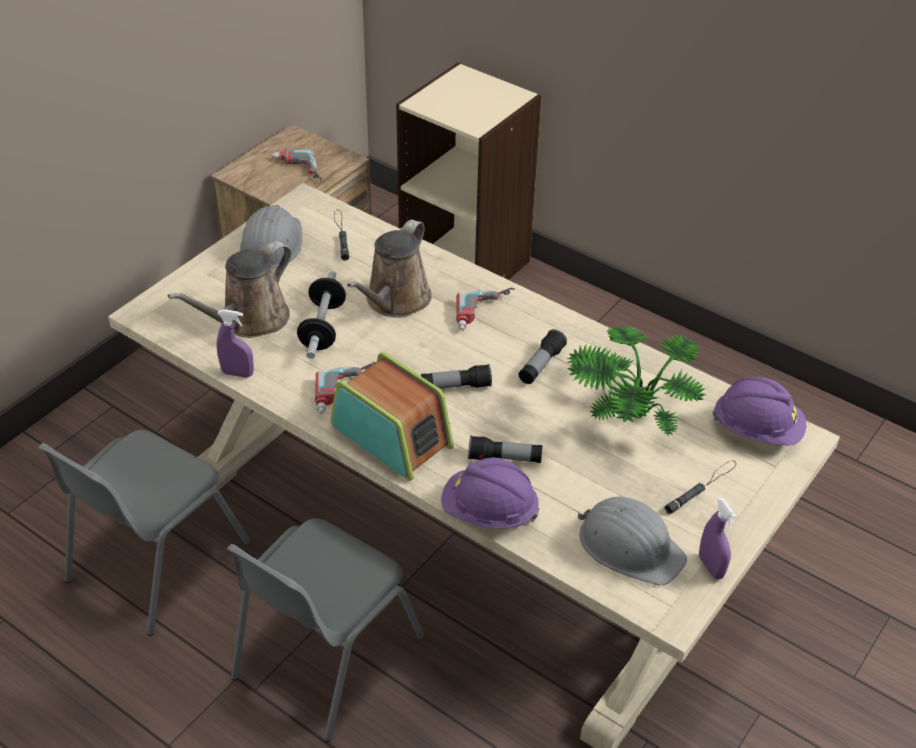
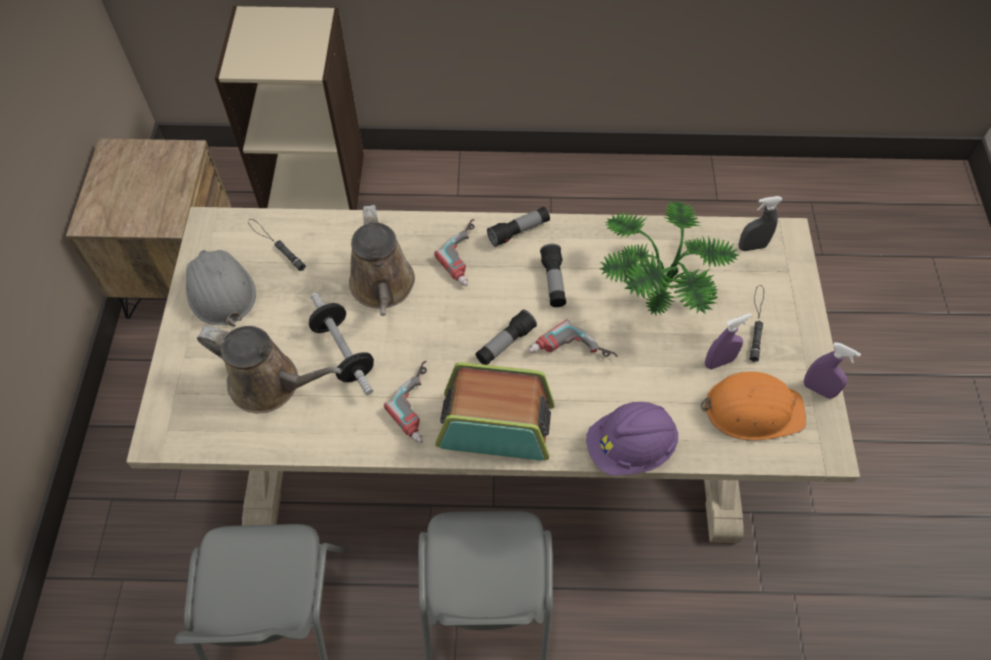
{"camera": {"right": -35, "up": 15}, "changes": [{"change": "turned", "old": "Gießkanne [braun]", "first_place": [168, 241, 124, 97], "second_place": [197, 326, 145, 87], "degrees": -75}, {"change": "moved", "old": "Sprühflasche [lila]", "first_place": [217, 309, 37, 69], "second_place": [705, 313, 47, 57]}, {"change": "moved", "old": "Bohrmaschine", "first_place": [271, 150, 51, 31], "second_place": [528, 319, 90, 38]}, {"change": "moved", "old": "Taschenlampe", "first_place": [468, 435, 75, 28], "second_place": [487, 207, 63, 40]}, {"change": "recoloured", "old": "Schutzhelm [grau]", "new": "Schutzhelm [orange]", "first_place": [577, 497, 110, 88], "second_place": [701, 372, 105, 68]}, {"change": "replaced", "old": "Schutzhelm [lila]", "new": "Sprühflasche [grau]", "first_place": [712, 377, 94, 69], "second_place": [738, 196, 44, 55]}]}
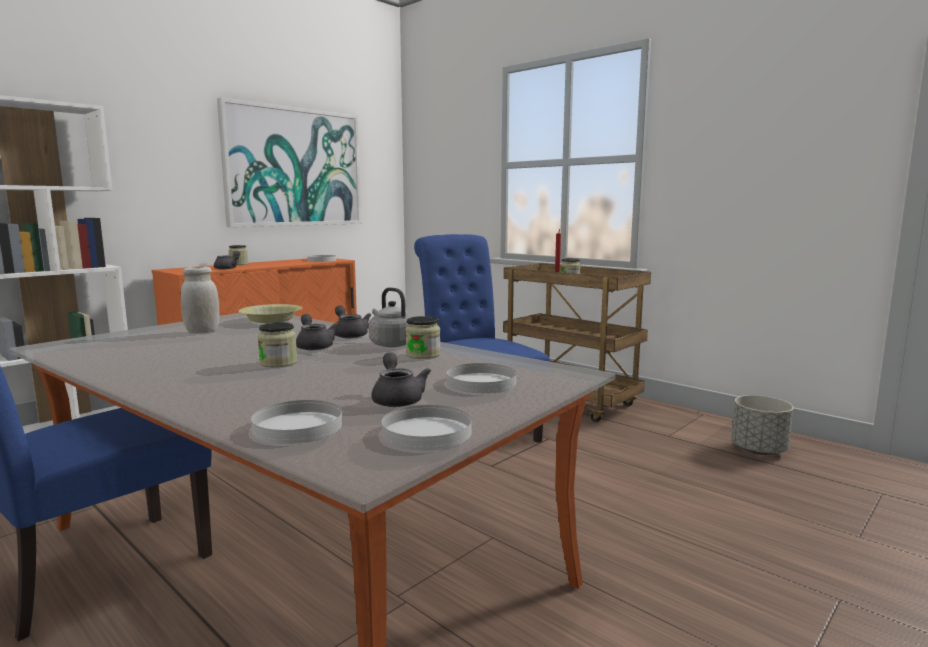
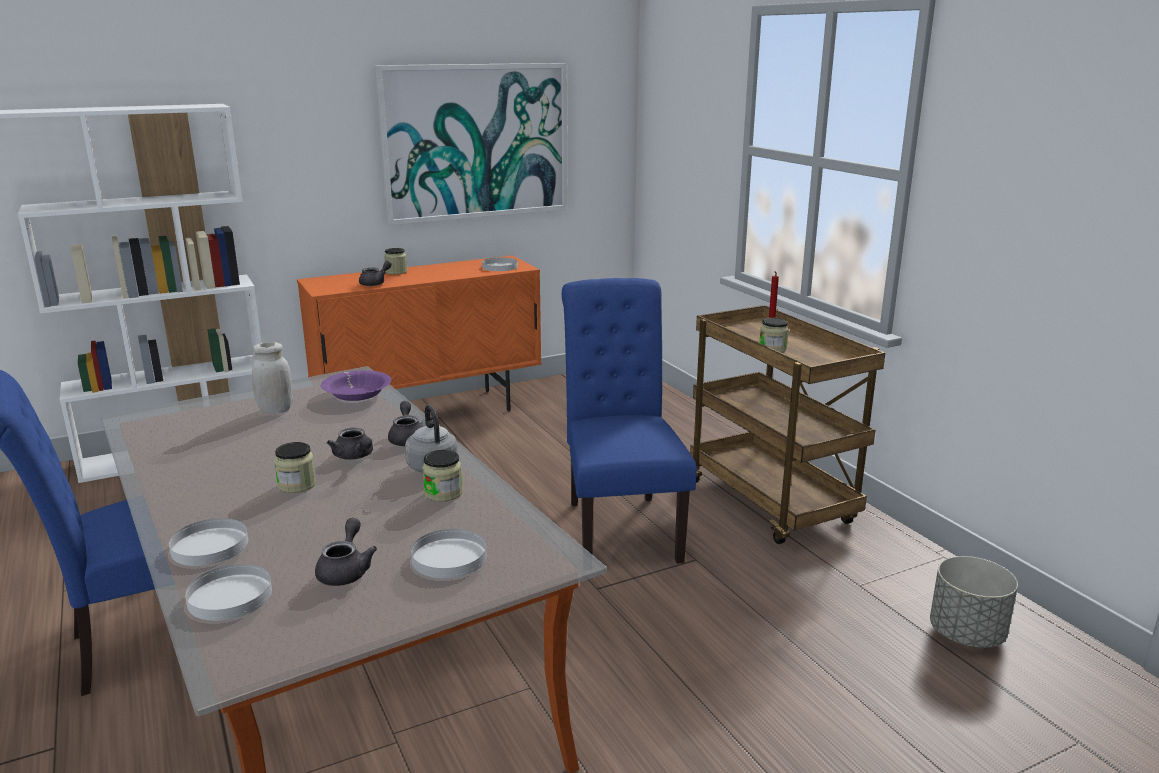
{"camera": {"right": 20, "up": 10}, "changes": [{"change": "recoloured", "old": "Schüssel [gelb]", "new": "Schüssel [lila]", "first_place": [238, 304, 64, 19], "second_place": [321, 370, 70, 31]}, {"change": "turned", "old": "Teekanne [grau]", "first_place": [296, 314, 42, 36], "second_place": [327, 428, 46, 32], "degrees": 150}, {"change": "moved", "old": "Teller [weiß]", "first_place": [381, 405, 91, 46], "second_place": [169, 518, 79, 48]}]}
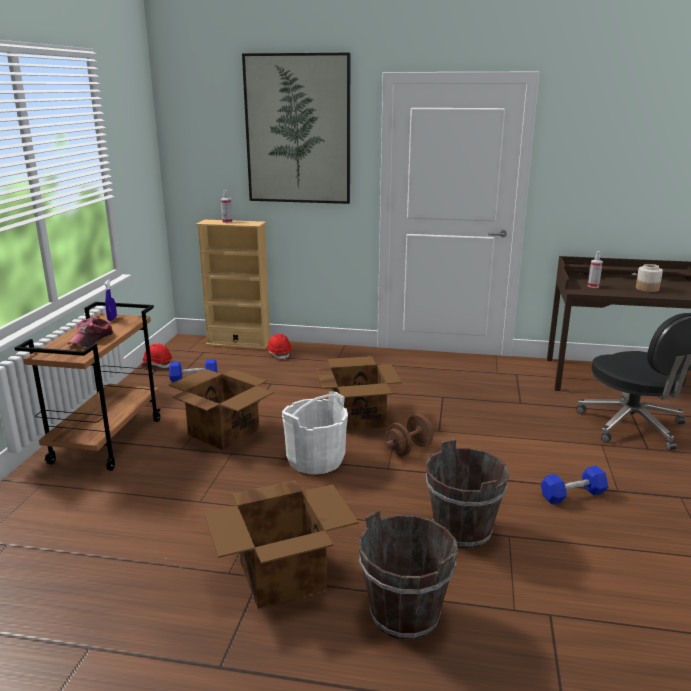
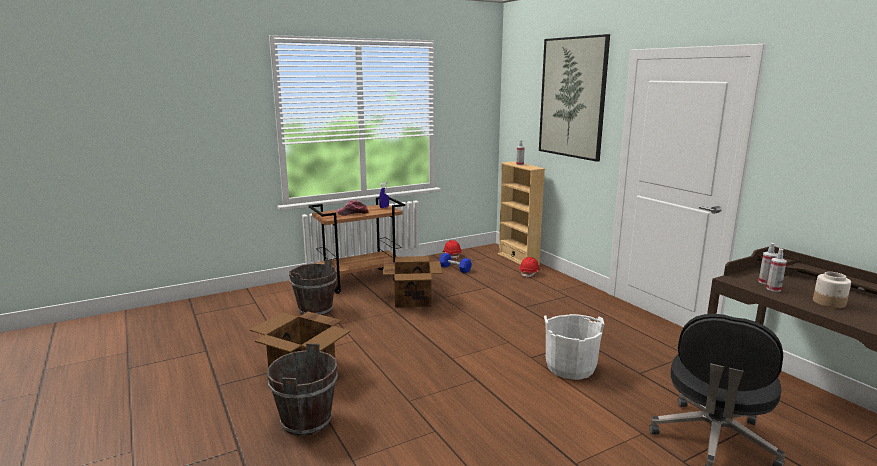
{"camera": {"right": 50, "up": -5}, "changes": [{"change": "moved", "old": "Eimer [weiß]", "first_place": [282, 391, 66, 84], "second_place": [544, 314, 60, 66]}, {"change": "removed", "old": "Karton", "first_place": [316, 356, 86, 74]}, {"change": "removed", "old": "Hantel [braun]", "first_place": [385, 414, 49, 42]}, {"change": "moved", "old": "Eimer [braun]", "first_place": [426, 440, 84, 109], "second_place": [289, 259, 48, 56]}, {"change": "removed", "old": "Hantel [blau]", "first_place": [541, 466, 67, 38]}, {"change": "added", "new": "Sprühflasche", "second_place": [766, 248, 21, 44]}]}
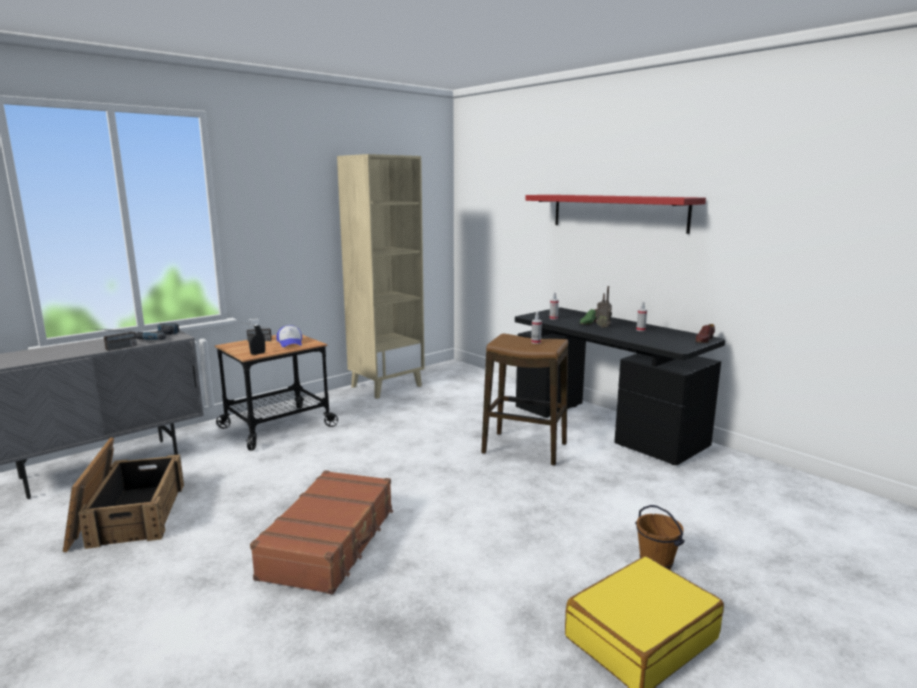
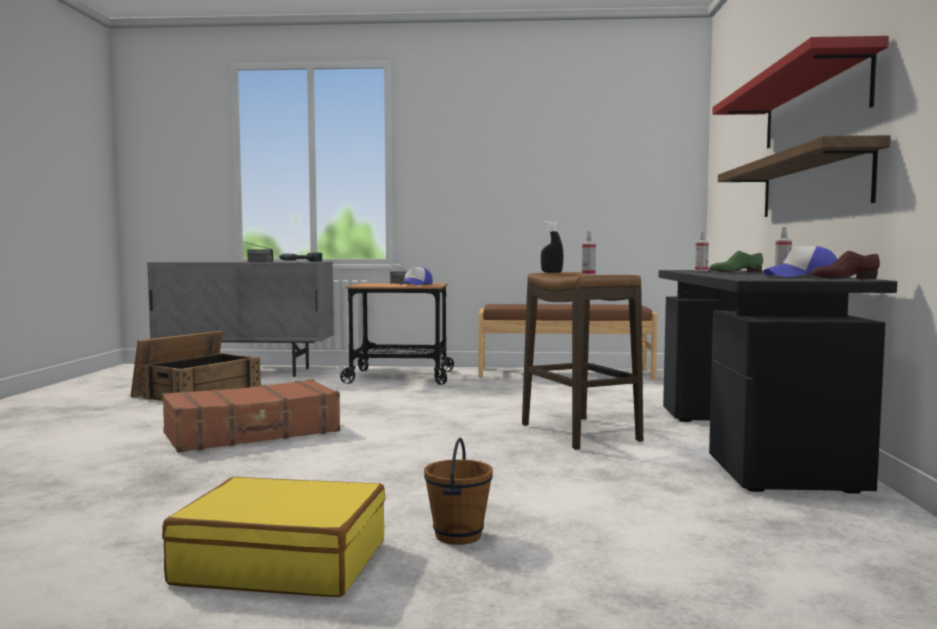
{"camera": {"right": 45, "up": -10}, "changes": [{"change": "moved", "old": "Sprühflasche [schwarz]", "first_place": [249, 318, 16, 37], "second_place": [541, 221, 22, 51]}, {"change": "replaced", "old": "Bücherregal [beige]", "new": "Bank [braun]", "first_place": [337, 154, 88, 245], "second_place": [478, 304, 180, 75]}, {"change": "removed", "old": "Radio", "first_place": [595, 286, 17, 42]}, {"change": "added", "new": "Wandregal", "second_place": [718, 135, 172, 82]}, {"change": "added", "new": "Kappe", "second_place": [764, 246, 73, 31]}]}
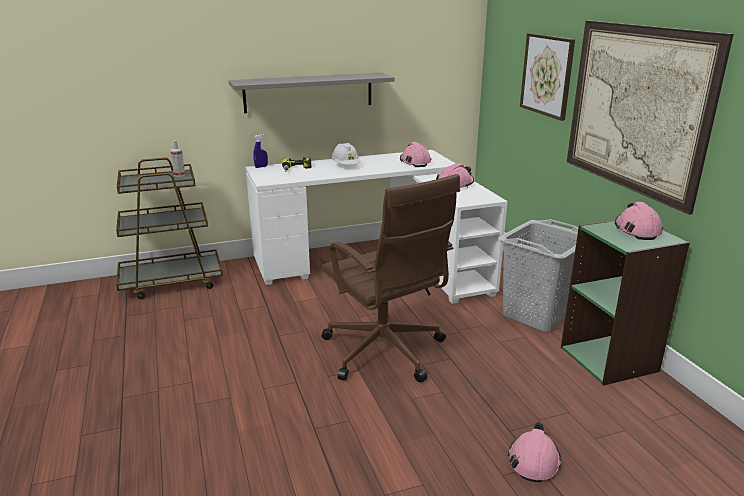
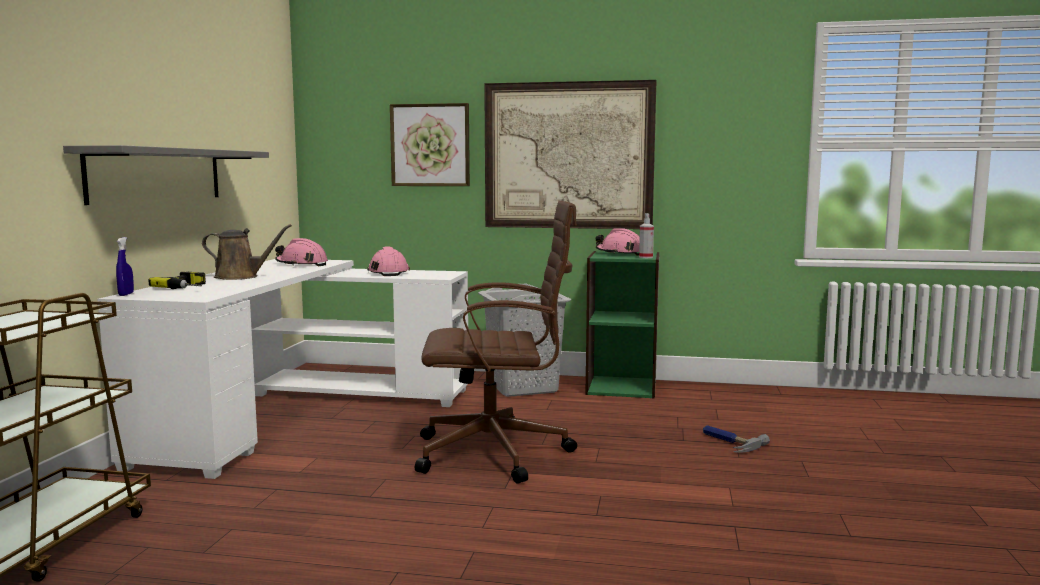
{"camera": {"right": -60, "up": -15}, "changes": [{"change": "moved", "old": "Sprühflasche", "first_place": [171, 140, 14, 37], "second_place": [639, 213, 15, 45]}, {"change": "replaced", "old": "Schutzhelm [weiß]", "new": "Gießkanne [braun]", "first_place": [331, 143, 29, 22], "second_place": [202, 224, 90, 56]}, {"change": "replaced", "old": "Schutzhelm [rosa]", "new": "Hammer", "first_place": [508, 422, 53, 60], "second_place": [703, 425, 67, 27]}]}
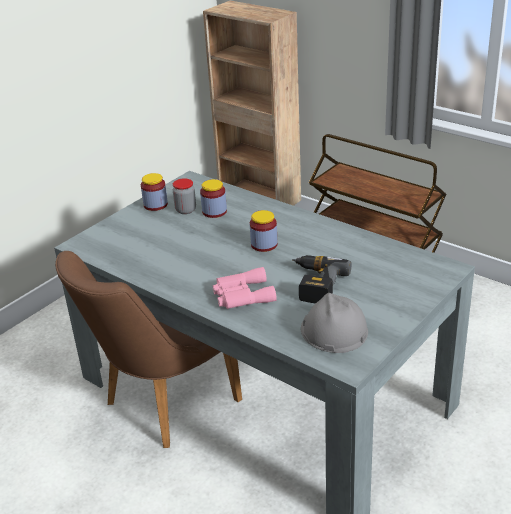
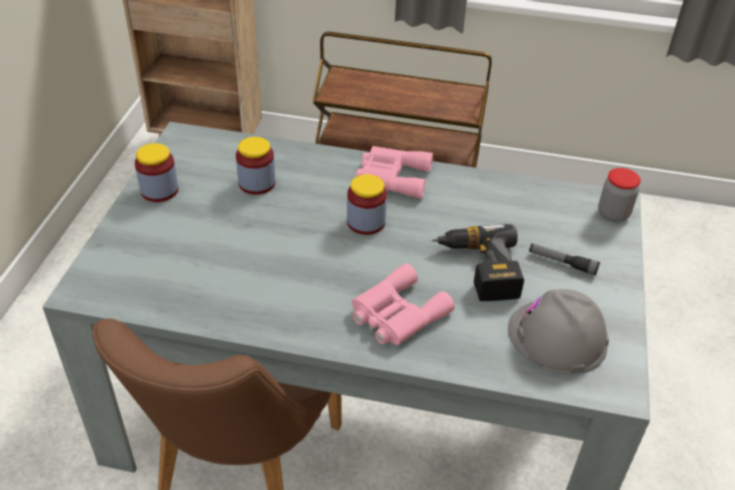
{"camera": {"right": -30, "up": 10}, "changes": [{"change": "moved", "old": "Vorratsglas", "first_place": [173, 178, 23, 36], "second_place": [598, 168, 43, 54]}, {"change": "added", "new": "Fernglas [rosa]", "second_place": [356, 146, 77, 52]}, {"change": "added", "new": "Taschenlampe", "second_place": [529, 244, 71, 32]}]}
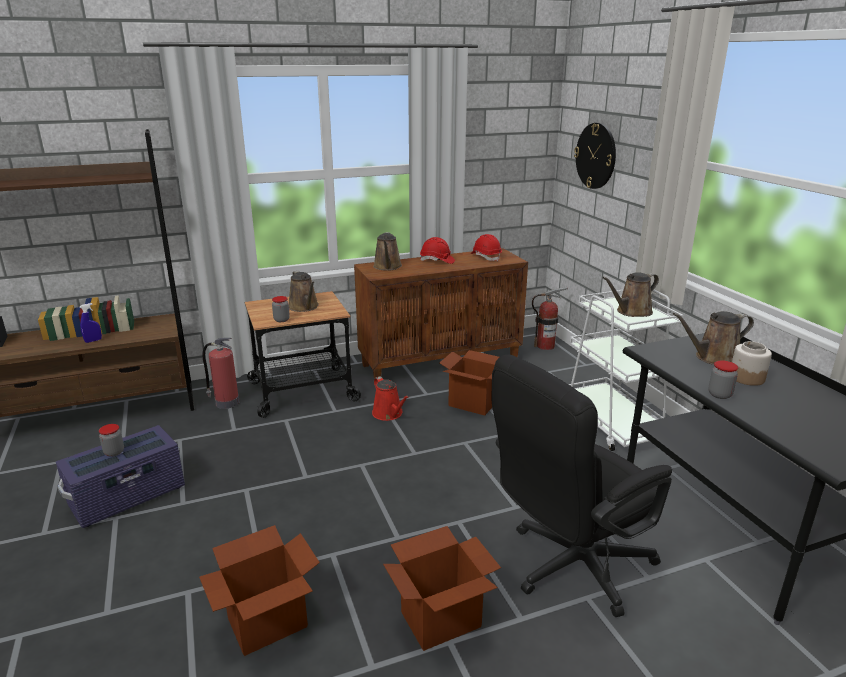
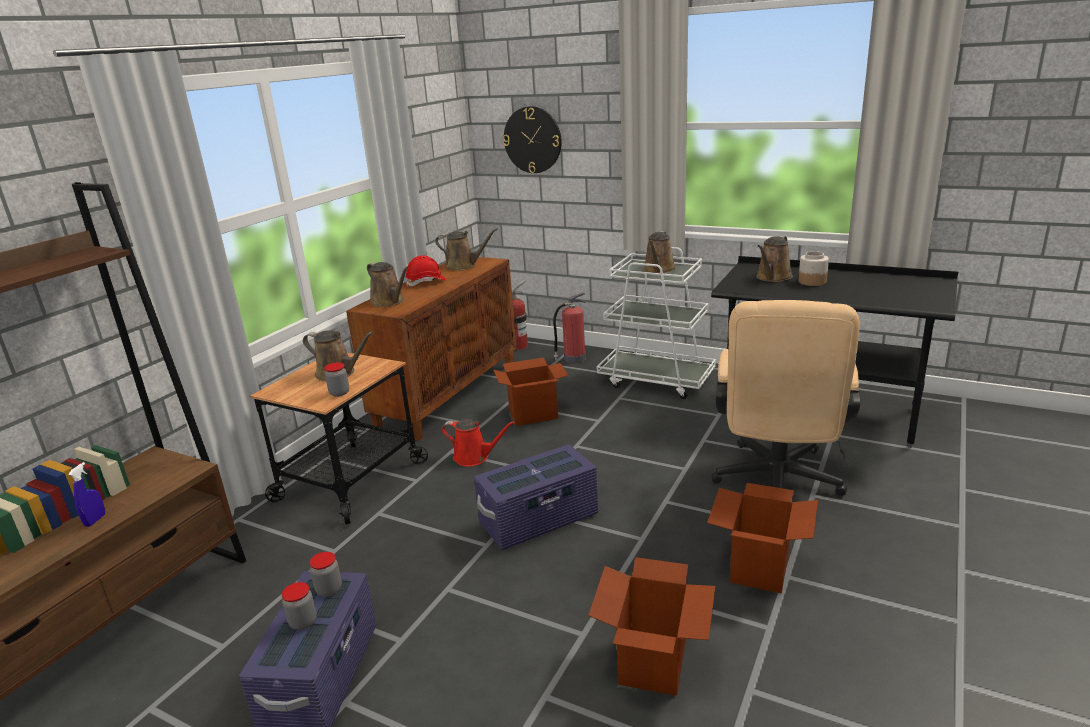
{"camera": {"right": -40, "up": 0}, "changes": [{"change": "moved", "old": "Feuerlöscher", "first_place": [203, 338, 37, 71], "second_place": [553, 292, 33, 71]}, {"change": "replaced", "old": "Schutzhelm [rot]", "new": "Gießkanne [braun]", "first_place": [470, 234, 32, 27], "second_place": [435, 228, 63, 43]}, {"change": "recoloured", "old": "Bürostuhl [schwarz]", "new": "Bürostuhl [beige]", "first_place": [492, 355, 180, 262], "second_place": [711, 300, 149, 196]}, {"change": "moved", "old": "Vorratsglas", "first_place": [709, 361, 29, 38], "second_place": [309, 552, 33, 45]}, {"change": "added", "new": "Aufbewahrungsbox [lila]", "second_place": [474, 444, 124, 106]}]}
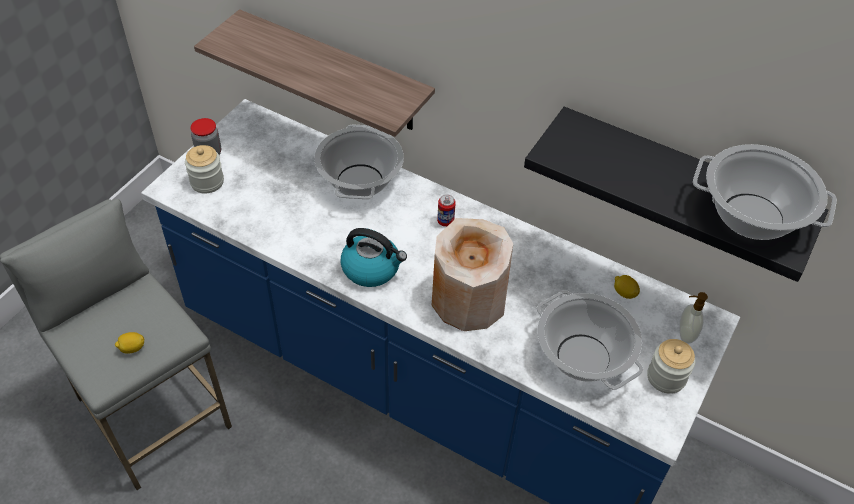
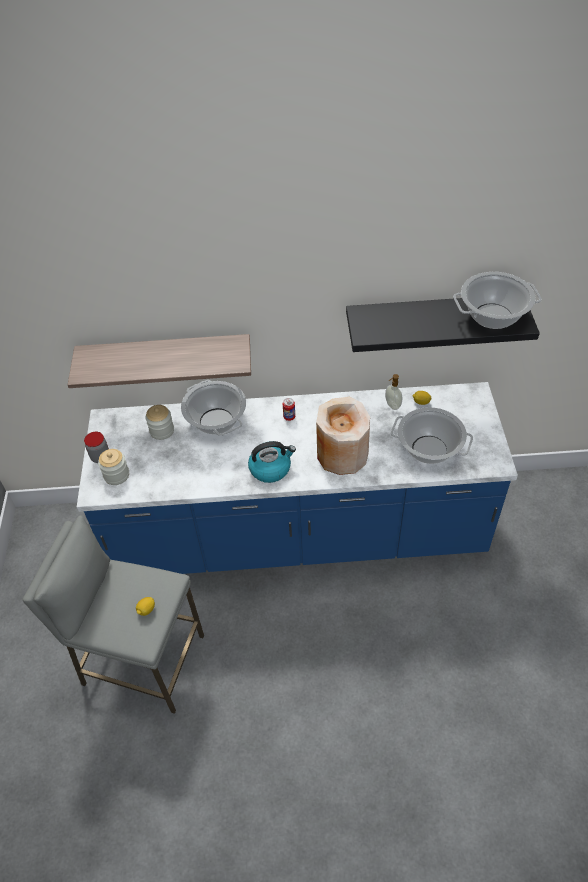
{"camera": {"right": -30, "up": 0}, "changes": [{"change": "moved", "old": "Vorratsglas", "first_place": [648, 339, 47, 55], "second_place": [146, 405, 28, 35]}, {"change": "moved", "old": "Seifenspender", "first_place": [679, 292, 29, 52], "second_place": [385, 374, 18, 36]}]}
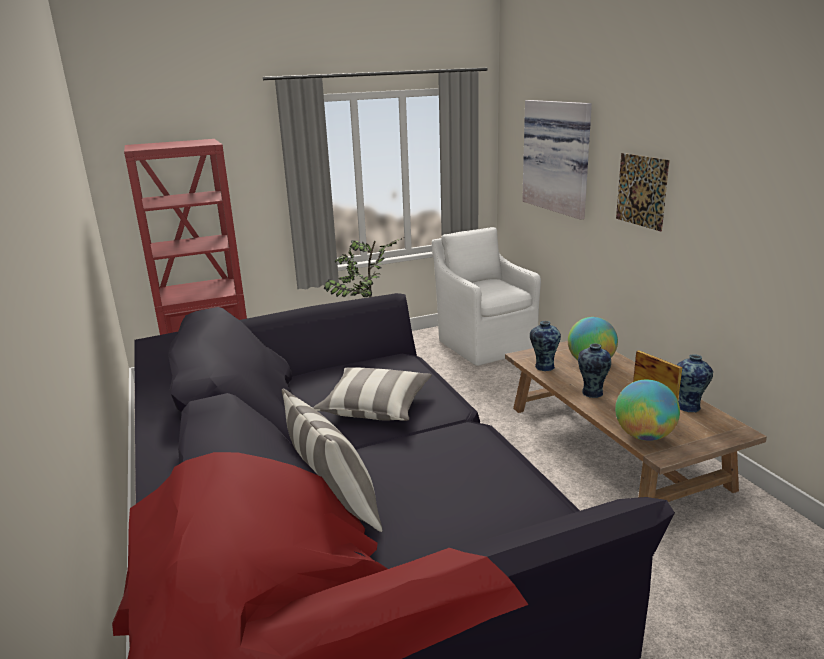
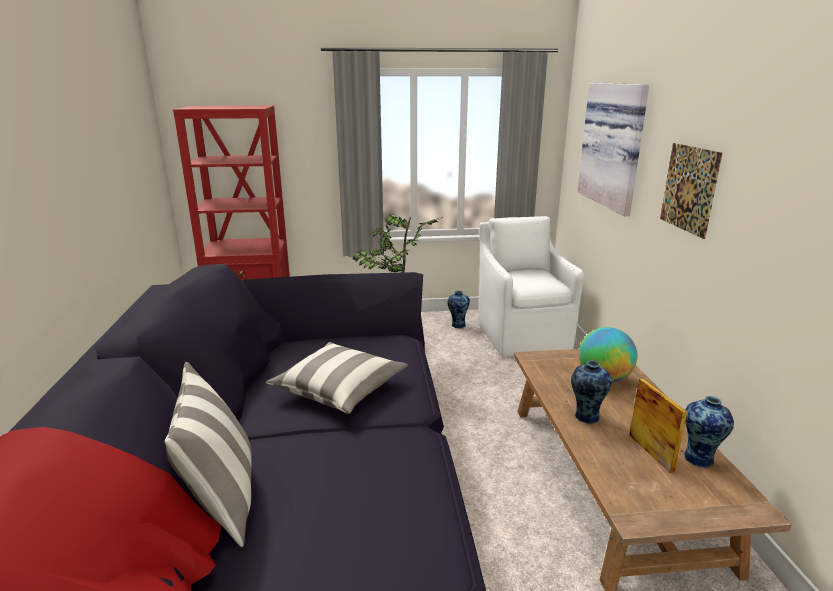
{"camera": {"right": 15, "up": 0}, "changes": [{"change": "moved", "old": "Vase", "first_place": [530, 321, 31, 50], "second_place": [447, 291, 23, 37]}, {"change": "removed", "old": "Globus", "first_place": [615, 380, 65, 61]}]}
